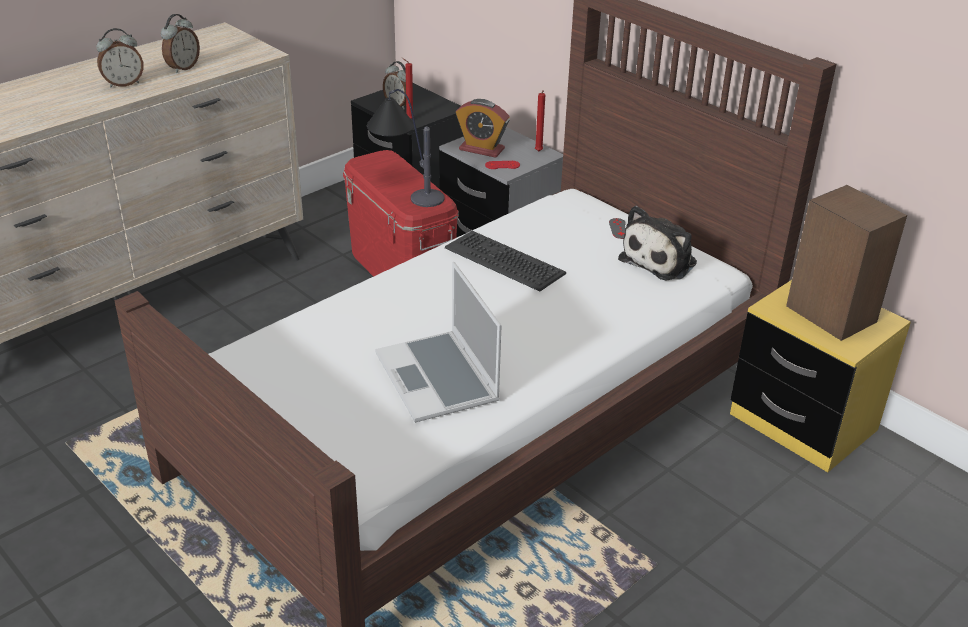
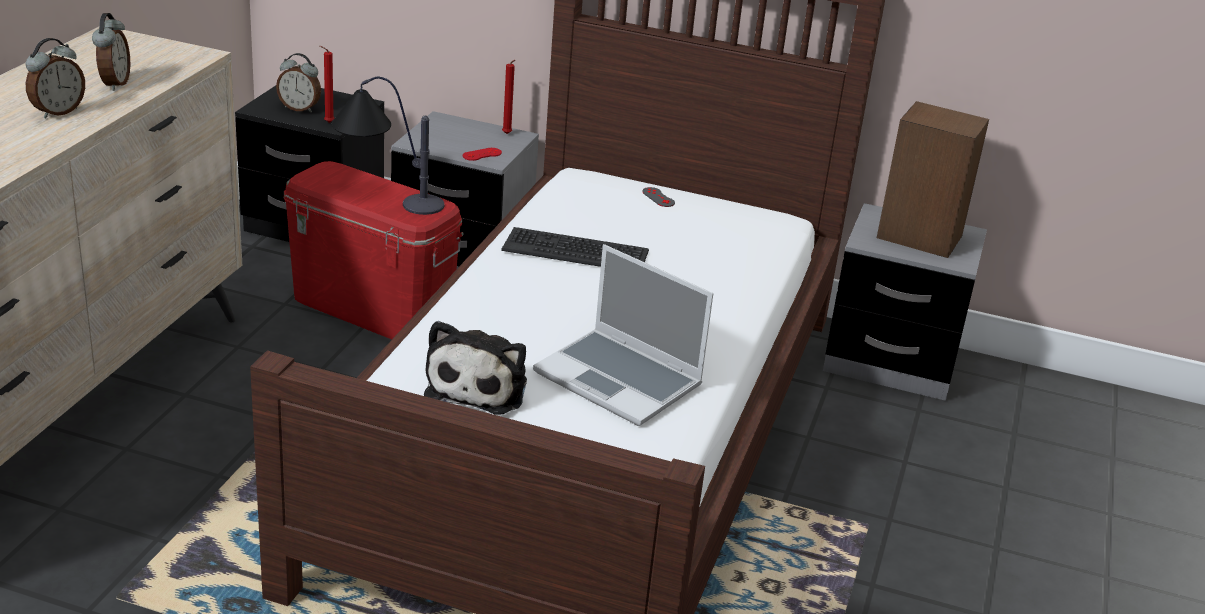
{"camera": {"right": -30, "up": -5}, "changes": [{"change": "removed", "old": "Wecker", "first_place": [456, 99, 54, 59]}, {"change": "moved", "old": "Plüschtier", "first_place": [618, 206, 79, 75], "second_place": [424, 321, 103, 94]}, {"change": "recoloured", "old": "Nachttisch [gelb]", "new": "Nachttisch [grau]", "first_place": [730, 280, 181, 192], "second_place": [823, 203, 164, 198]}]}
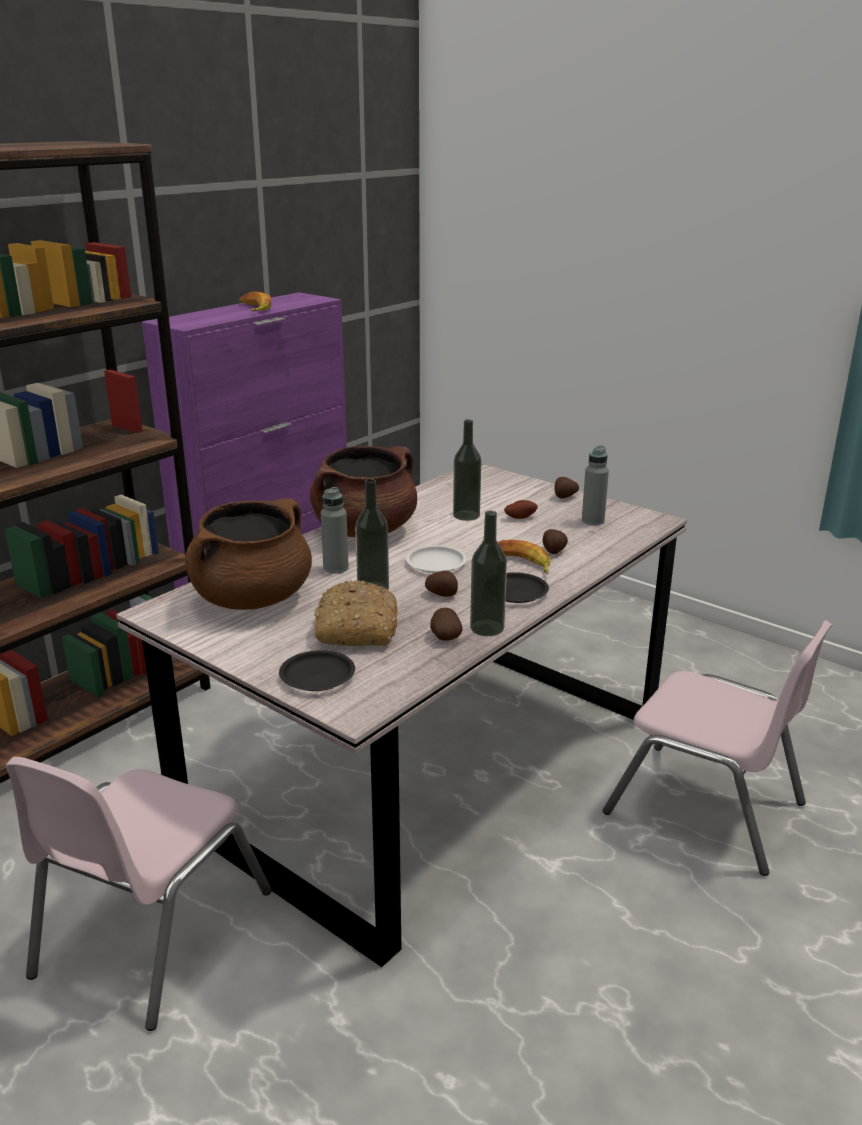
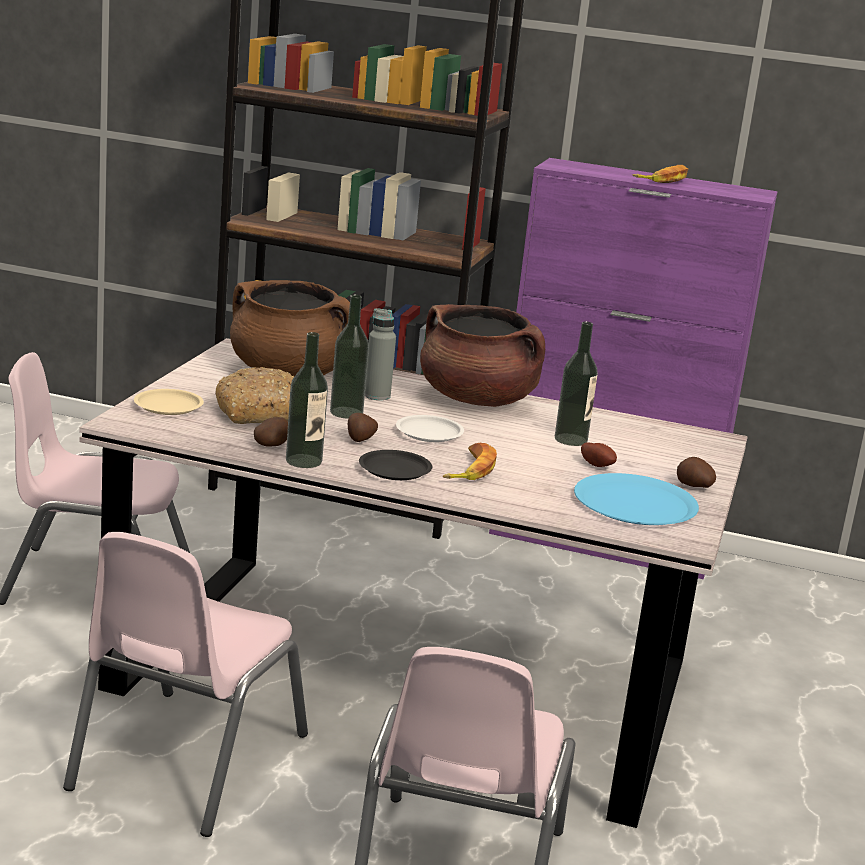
{"camera": {"right": 65, "up": -5}, "changes": [{"change": "recoloured", "old": "Teller [schwarz]", "new": "Teller [beige]", "first_place": [279, 650, 76, 41], "second_place": [134, 389, 70, 26]}, {"change": "removed", "old": "Kartoffel", "first_place": [542, 529, 26, 25]}, {"change": "replaced", "old": "Flasche [grau]", "new": "Teller [blau]", "first_place": [582, 445, 27, 80], "second_place": [574, 473, 125, 52]}, {"change": "added", "new": "Stuhl [rosa]", "second_place": [63, 532, 245, 305]}]}
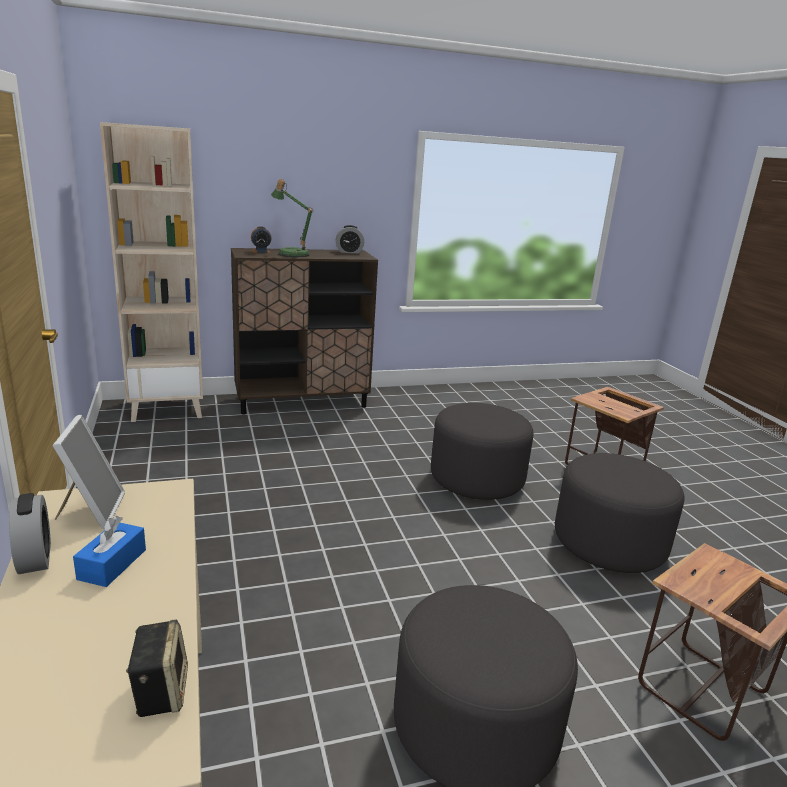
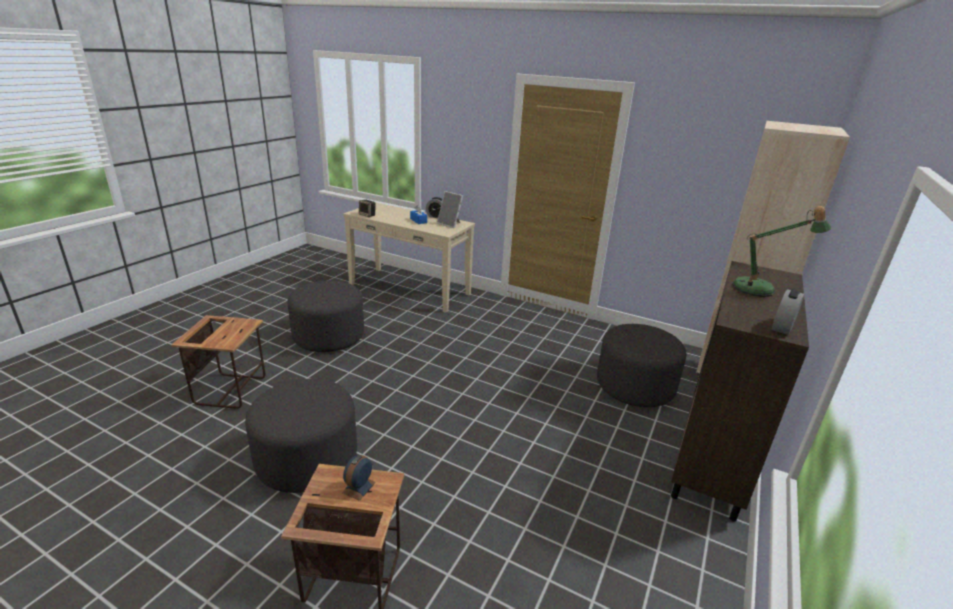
{"camera": {"right": 135, "up": 5}, "changes": [{"change": "moved", "old": "Wecker", "first_place": [251, 226, 21, 27], "second_place": [342, 455, 34, 46]}, {"change": "moved", "old": "Polsterhocker [grau]", "first_place": [431, 403, 103, 97], "second_place": [597, 324, 89, 83]}]}
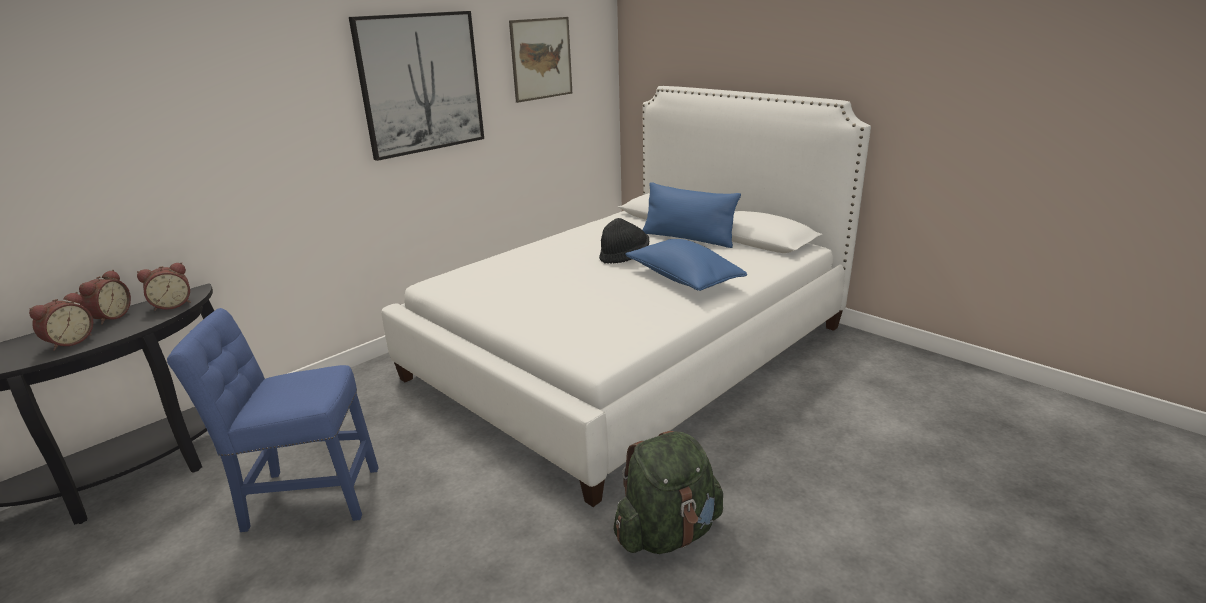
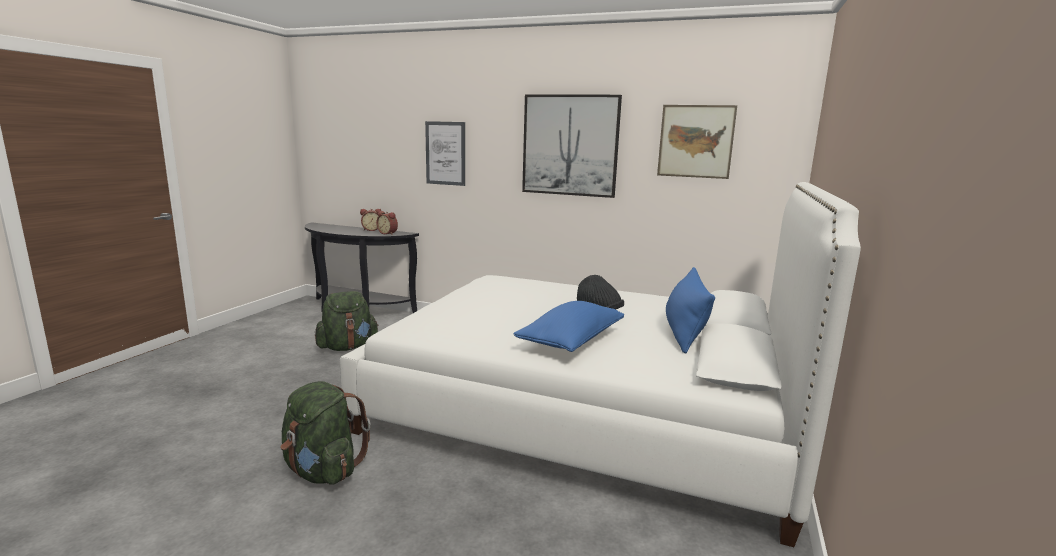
{"camera": {"right": 65, "up": -10}, "changes": [{"change": "removed", "old": "Wecker", "first_place": [29, 292, 64, 59]}, {"change": "replaced", "old": "Stuhl [blau]", "new": "Rucksack [grün]", "first_place": [167, 308, 212, 224], "second_place": [315, 291, 64, 60]}, {"change": "added", "new": "Bild", "second_place": [425, 121, 40, 65]}]}
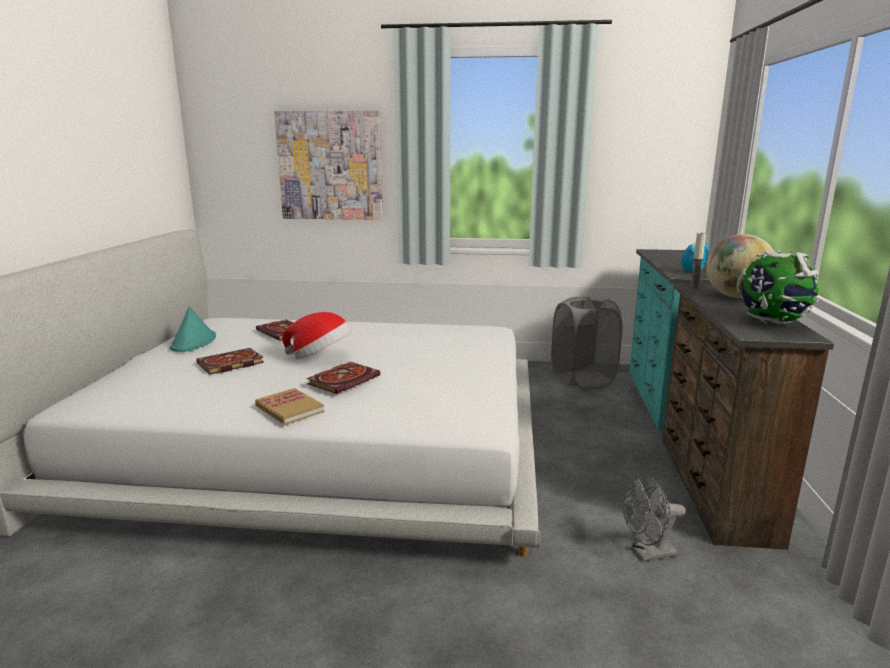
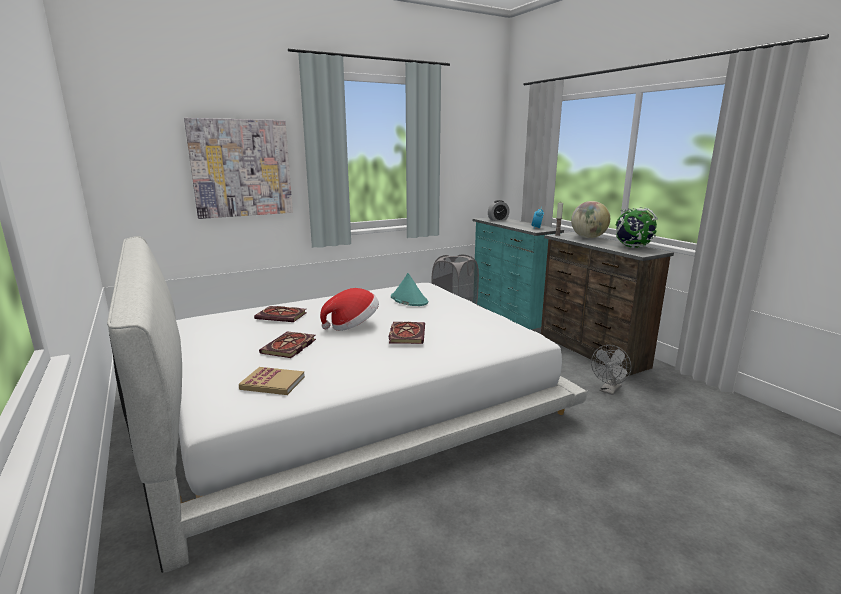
{"camera": {"right": -35, "up": 0}, "changes": [{"change": "moved", "old": "Hut [türkis]", "first_place": [170, 307, 46, 45], "second_place": [391, 273, 37, 33]}, {"change": "moved", "old": "Buch", "first_place": [255, 388, 70, 37], "second_place": [239, 367, 66, 28]}, {"change": "added", "new": "Wecker", "second_place": [488, 200, 22, 21]}]}
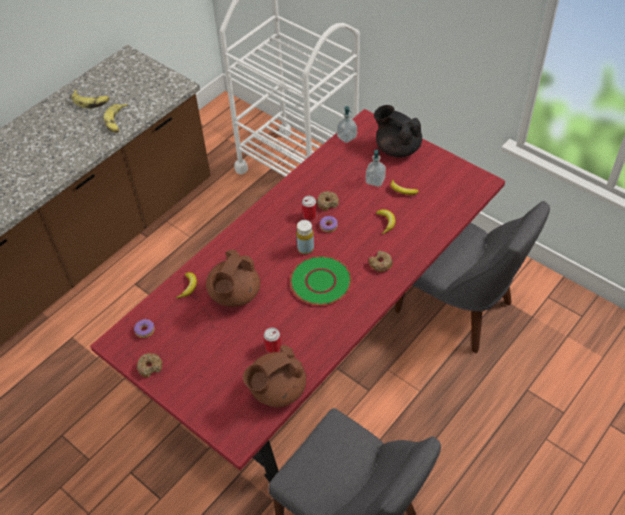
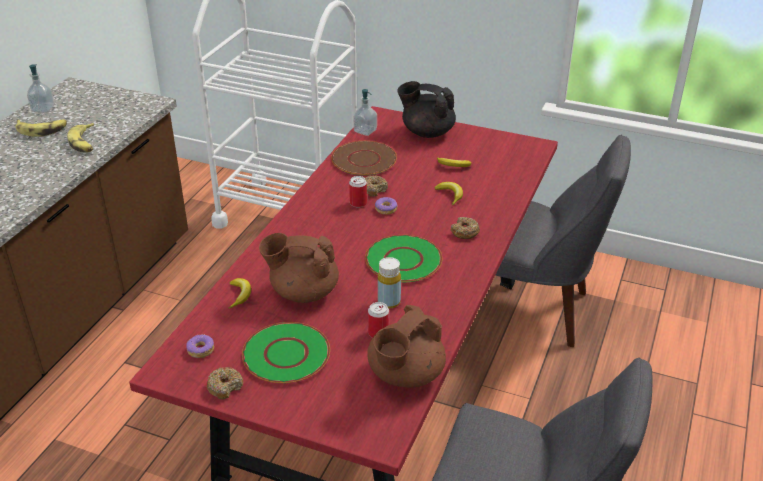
{"camera": {"right": -20, "up": -15}, "changes": [{"change": "turned", "old": "Teekanne [braun]", "first_place": [206, 250, 54, 57], "second_place": [259, 233, 80, 70], "degrees": 90}, {"change": "moved", "old": "Flasche [gelb]", "first_place": [296, 220, 18, 34], "second_place": [378, 257, 23, 52]}, {"change": "moved", "old": "Seifenspender", "first_place": [366, 149, 20, 38], "second_place": [27, 64, 28, 49]}, {"change": "added", "new": "Teller [grün]", "second_place": [242, 322, 88, 61]}, {"change": "added", "new": "Teller [braun]", "second_place": [331, 141, 66, 35]}]}
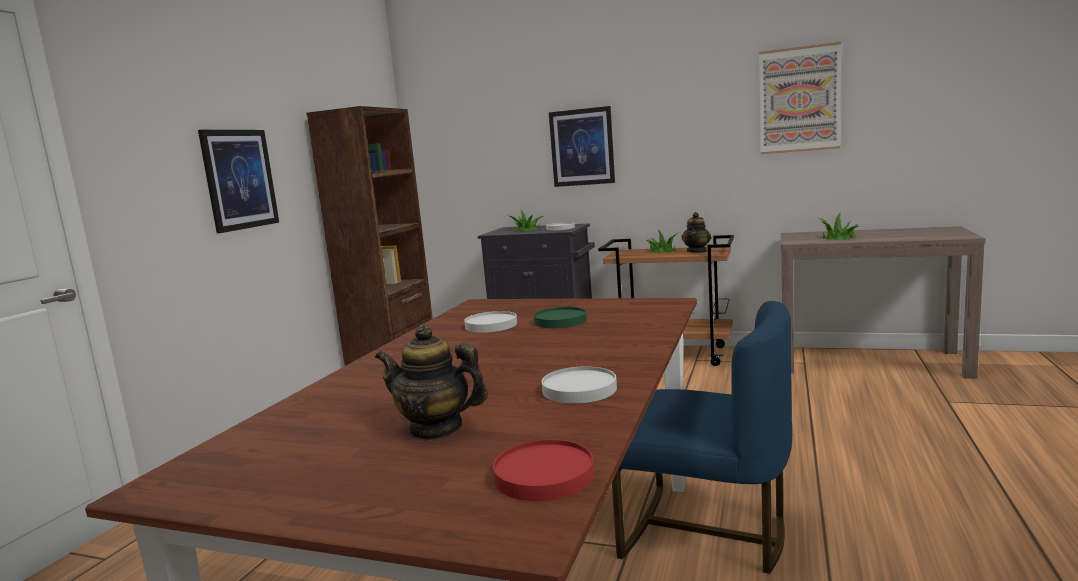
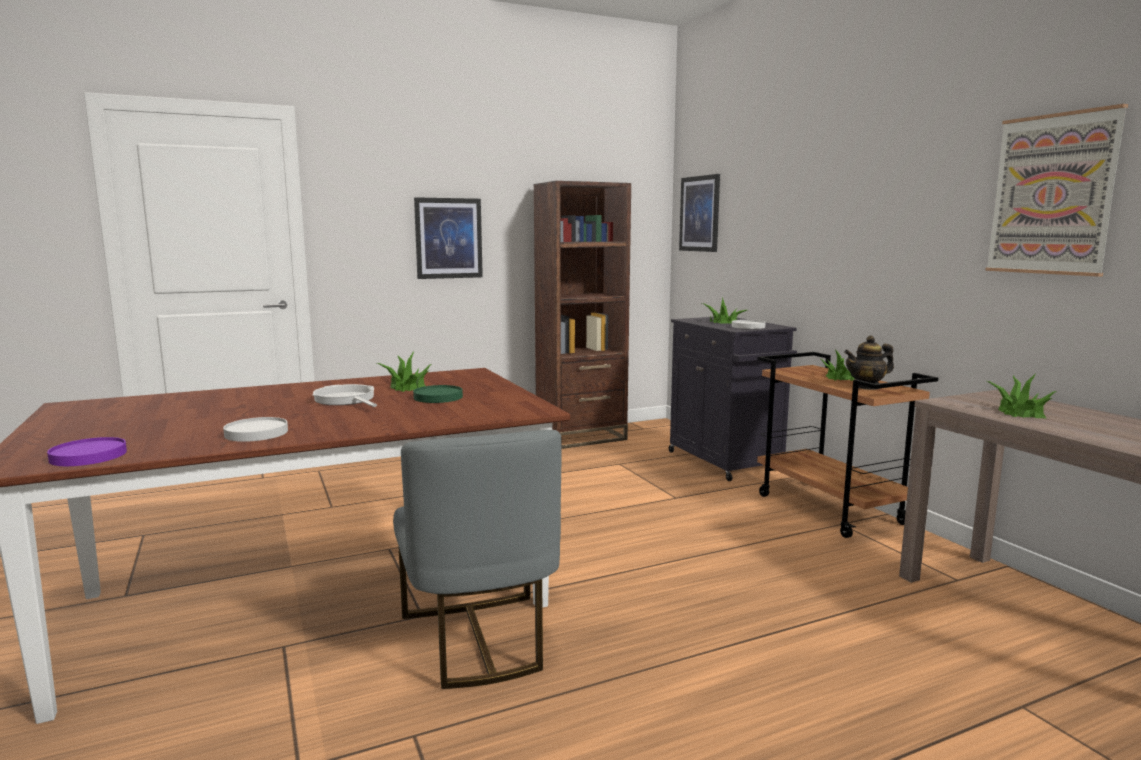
{"camera": {"right": 45, "up": 0}, "changes": [{"change": "removed", "old": "Teekanne", "first_place": [375, 324, 113, 116]}, {"change": "replaced", "old": "Teller [weiß]", "new": "Topfpflanze", "first_place": [464, 311, 53, 22], "second_place": [377, 352, 54, 40]}, {"change": "recoloured", "old": "Teller [rot]", "new": "Teller [lila]", "first_place": [493, 439, 101, 62], "second_place": [47, 437, 80, 29]}, {"change": "moved", "old": "Bild", "first_place": [549, 106, 66, 81], "second_place": [679, 174, 41, 78]}, {"change": "recoloured", "old": "Stuhl [blau]", "new": "Stuhl [grau]", "first_place": [612, 301, 180, 273], "second_place": [393, 430, 168, 259]}, {"change": "added", "new": "Pfanne", "second_place": [313, 384, 64, 23]}]}
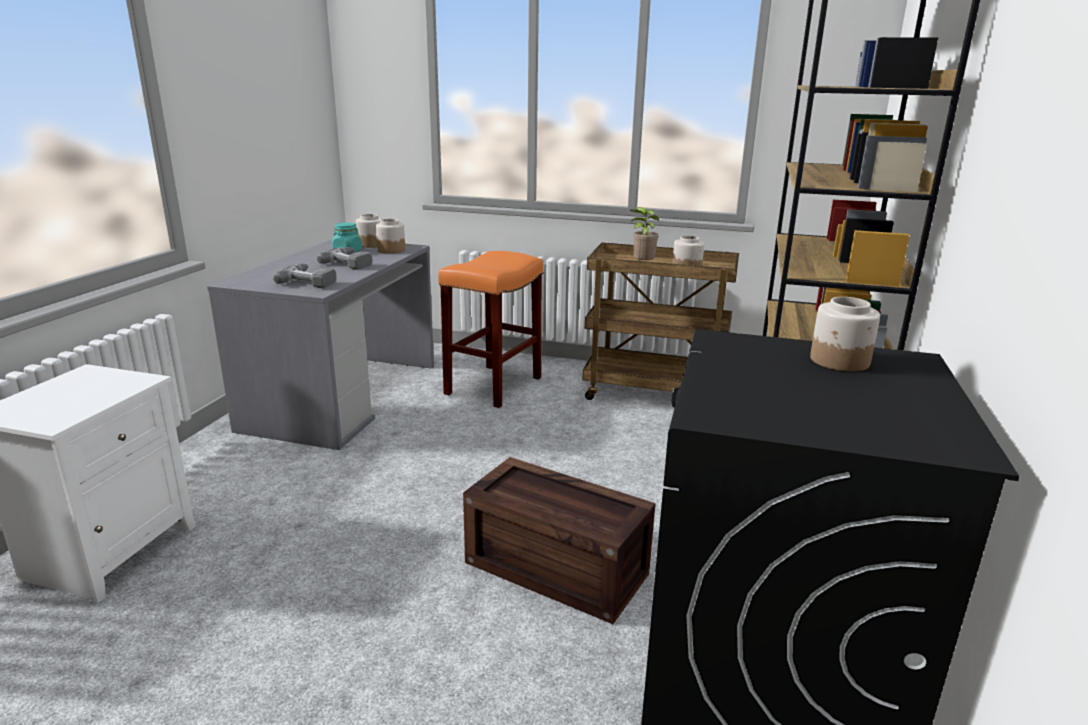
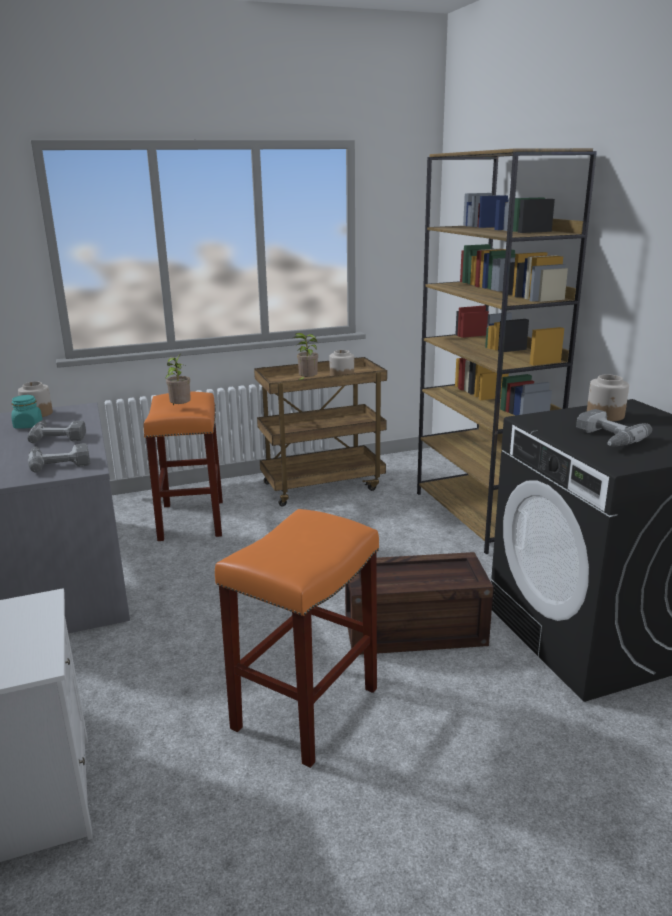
{"camera": {"right": -35, "up": 0}, "changes": [{"change": "removed", "old": "Vorratsglas", "first_place": [376, 219, 29, 35]}, {"change": "added", "new": "Topfpflanze", "second_place": [165, 354, 26, 52]}, {"change": "added", "new": "Hocker [orange]", "second_place": [215, 509, 164, 259]}, {"change": "added", "new": "Bohrmaschine", "second_place": [576, 409, 76, 38]}]}
